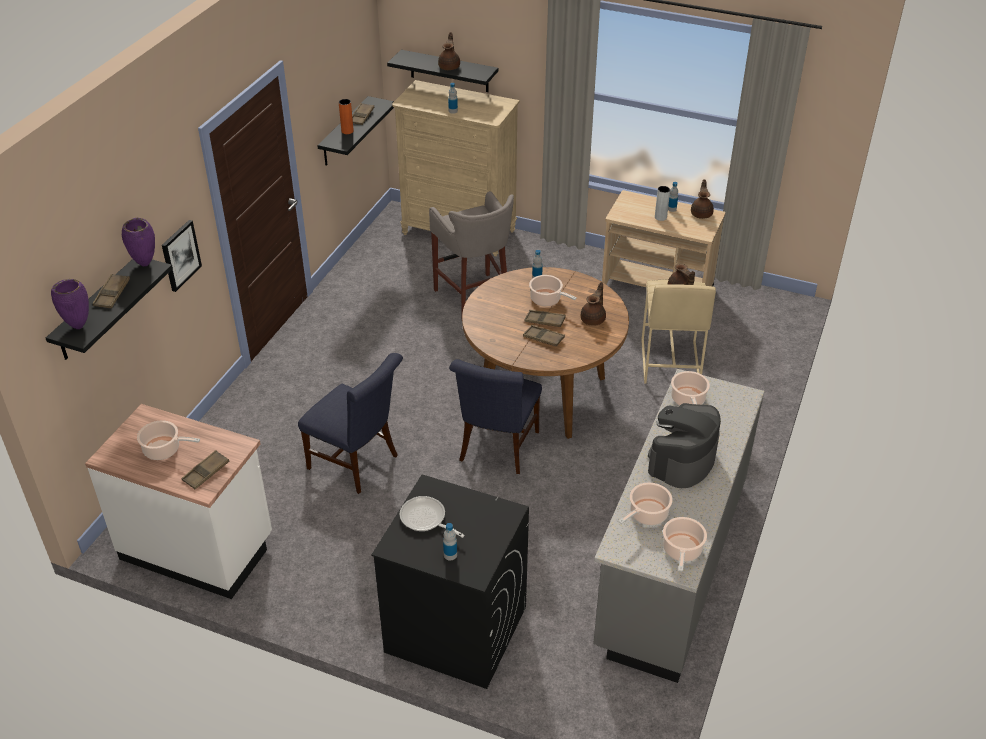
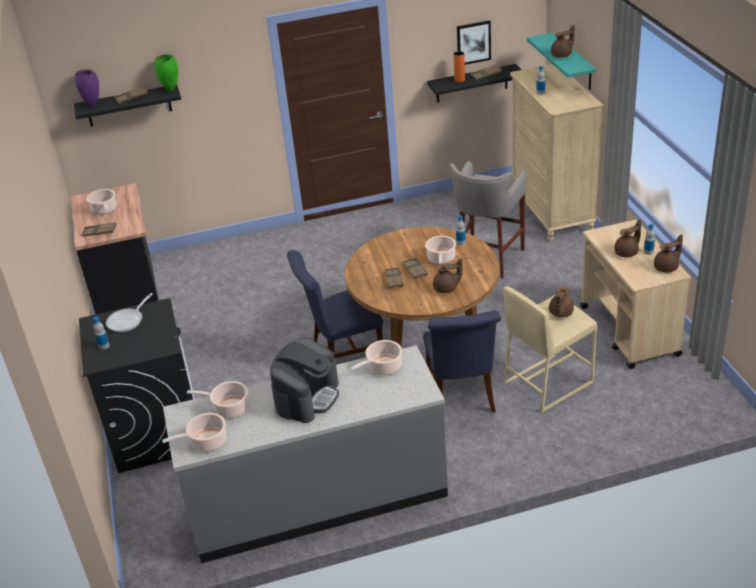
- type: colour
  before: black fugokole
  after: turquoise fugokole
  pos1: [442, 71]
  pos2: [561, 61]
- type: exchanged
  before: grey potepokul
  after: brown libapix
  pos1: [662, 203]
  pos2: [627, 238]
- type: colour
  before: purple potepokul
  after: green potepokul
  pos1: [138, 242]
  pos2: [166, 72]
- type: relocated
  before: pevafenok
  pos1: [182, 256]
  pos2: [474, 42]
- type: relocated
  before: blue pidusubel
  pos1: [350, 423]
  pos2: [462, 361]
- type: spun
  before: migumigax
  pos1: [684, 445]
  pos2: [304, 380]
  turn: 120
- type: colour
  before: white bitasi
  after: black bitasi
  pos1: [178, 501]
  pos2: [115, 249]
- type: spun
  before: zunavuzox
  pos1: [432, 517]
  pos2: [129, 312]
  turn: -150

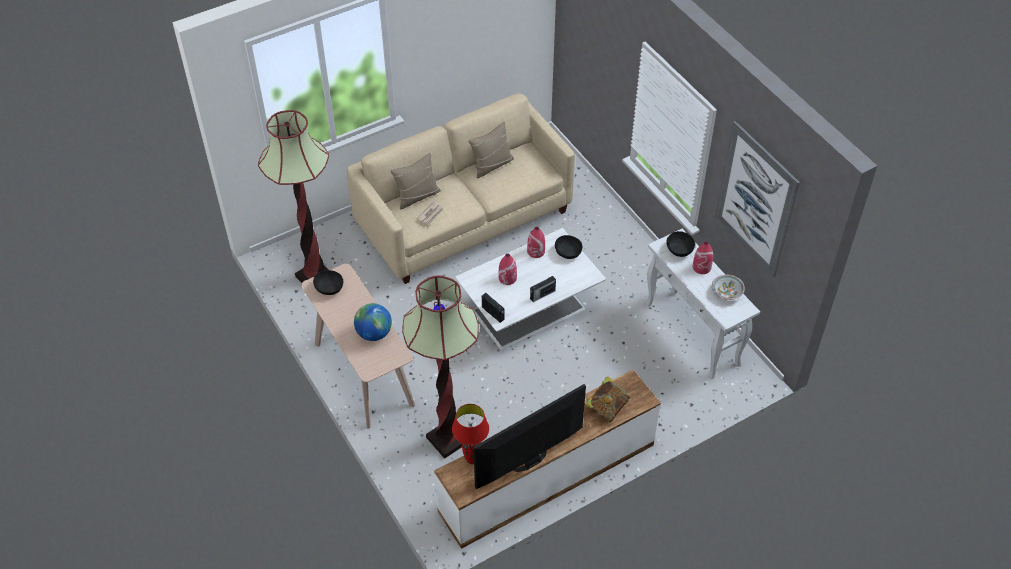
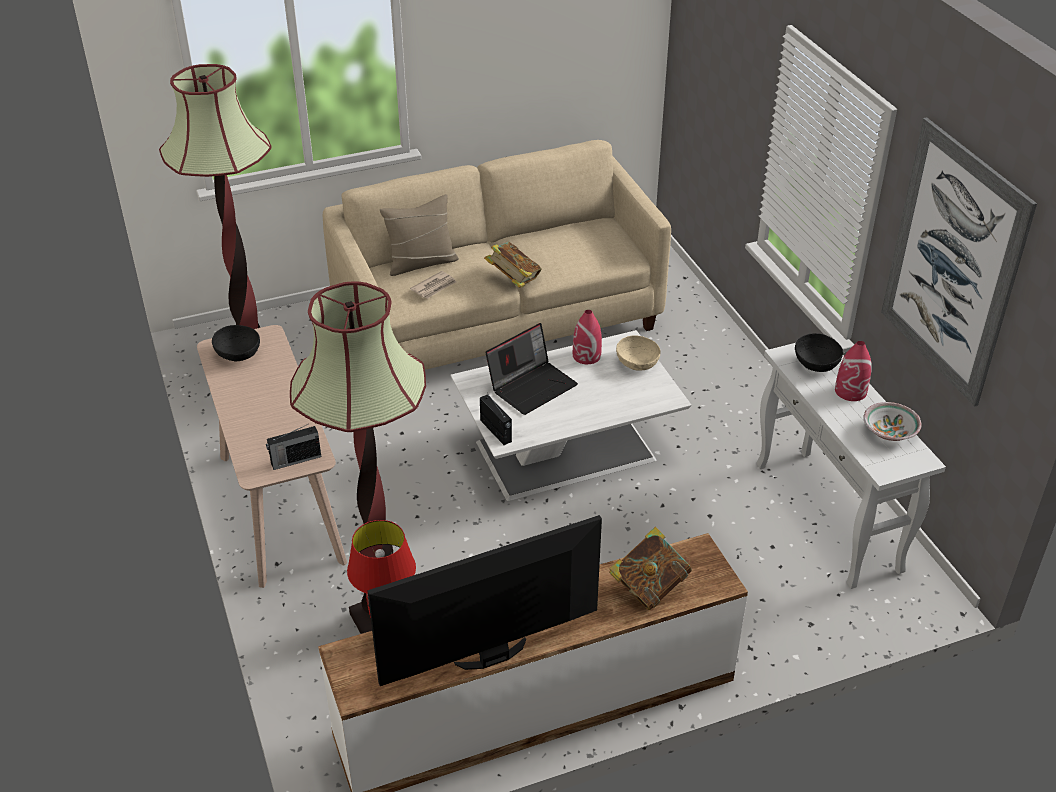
- type: missing
  before: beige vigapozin
  pos1: [491, 150]
- type: colour
  before: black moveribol
  after: beige moveribol
  pos1: [568, 247]
  pos2: [638, 353]
- type: exchanged
  before: red potepokul
  after: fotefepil
  pos1: [508, 269]
  pos2: [531, 369]
- type: relocated
  before: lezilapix
  pos1: [543, 289]
  pos2: [293, 447]
- type: missing
  before: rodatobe
  pos1: [373, 322]
- type: appeared
  after: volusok
  pos2: [513, 265]

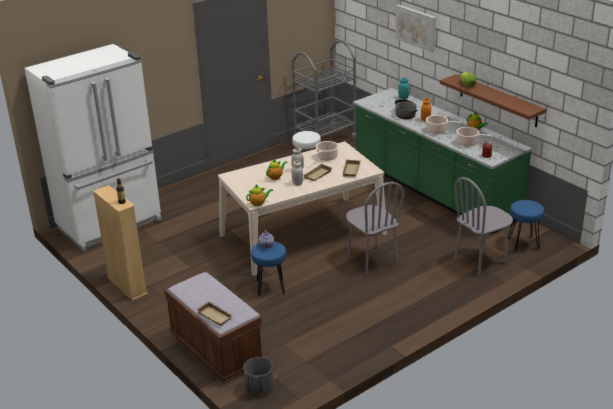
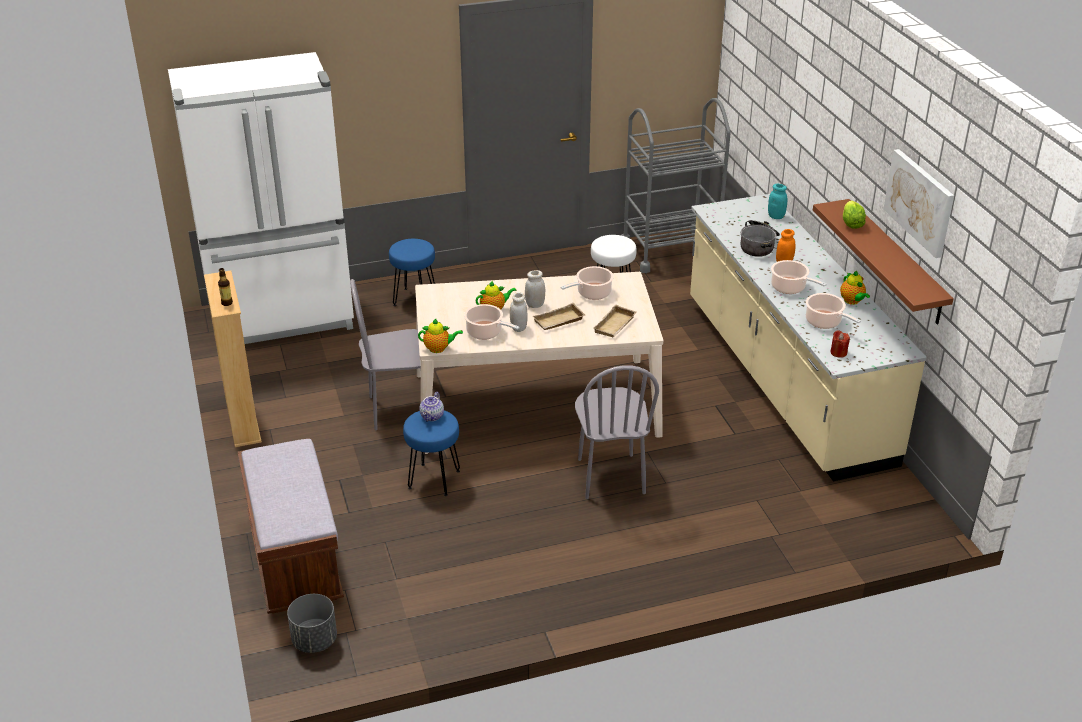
- type: relocated
  before: pevafenok
  pos1: [415, 29]
  pos2: [918, 203]
- type: colour
  before: green bitasi
  after: beige bitasi
  pos1: [442, 161]
  pos2: [808, 337]
- type: relocated
  before: grey pidusubel
  pos1: [483, 226]
  pos2: [385, 354]
- type: relocated
  before: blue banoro
  pos1: [526, 225]
  pos2: [412, 272]
- type: missing
  before: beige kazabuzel
  pos1: [215, 313]
- type: appeared
  after: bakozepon
  pos2: [491, 322]

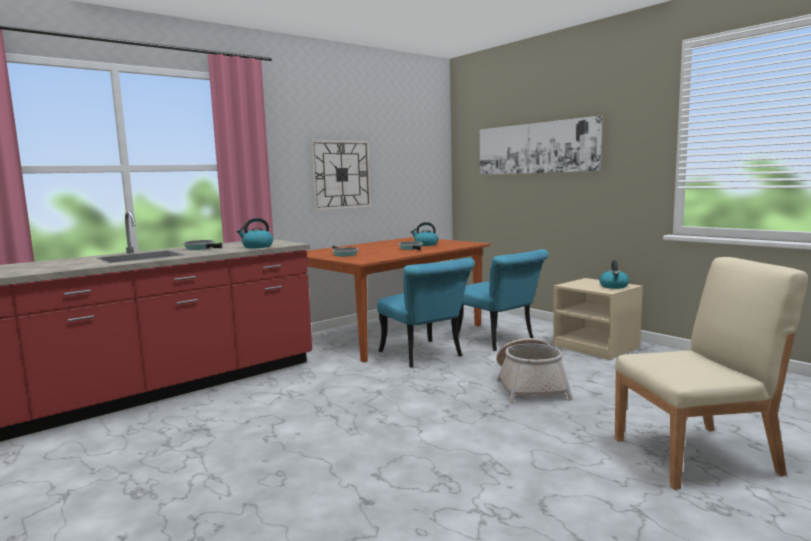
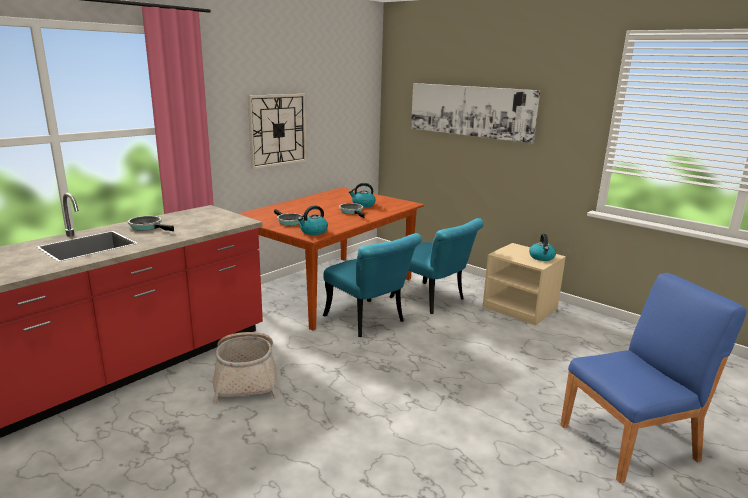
- type: relocated
  before: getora
  pos1: [255, 233]
  pos2: [313, 220]
- type: colour
  before: beige pidusubel
  after: blue pidusubel
  pos1: [711, 373]
  pos2: [653, 378]
- type: relocated
  before: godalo
  pos1: [534, 370]
  pos2: [245, 368]

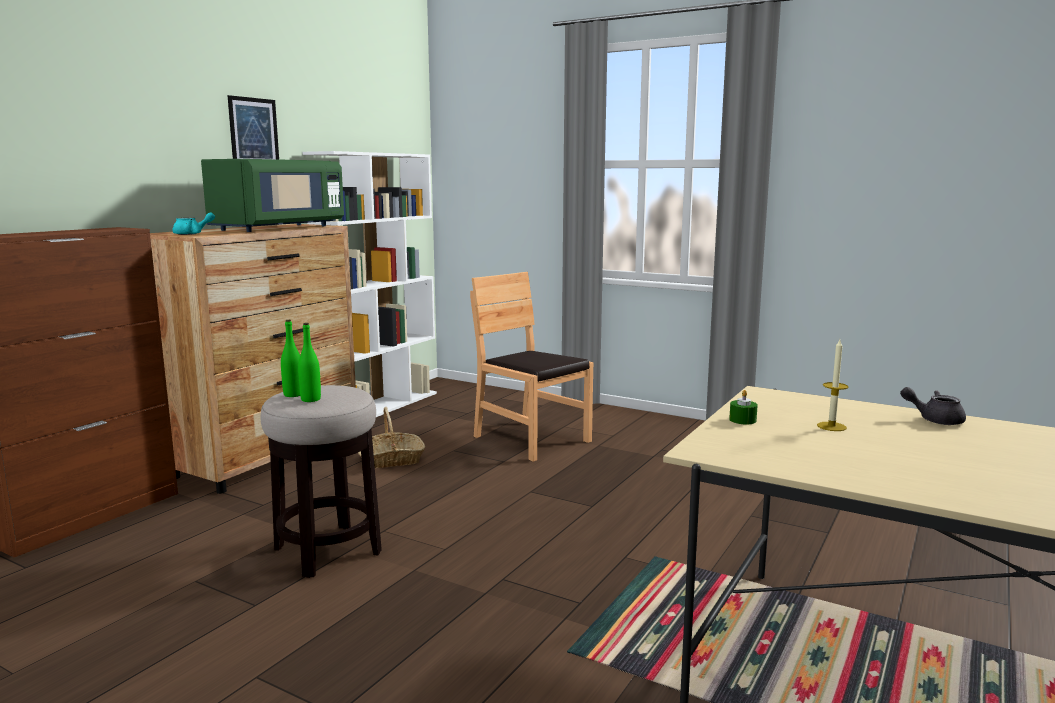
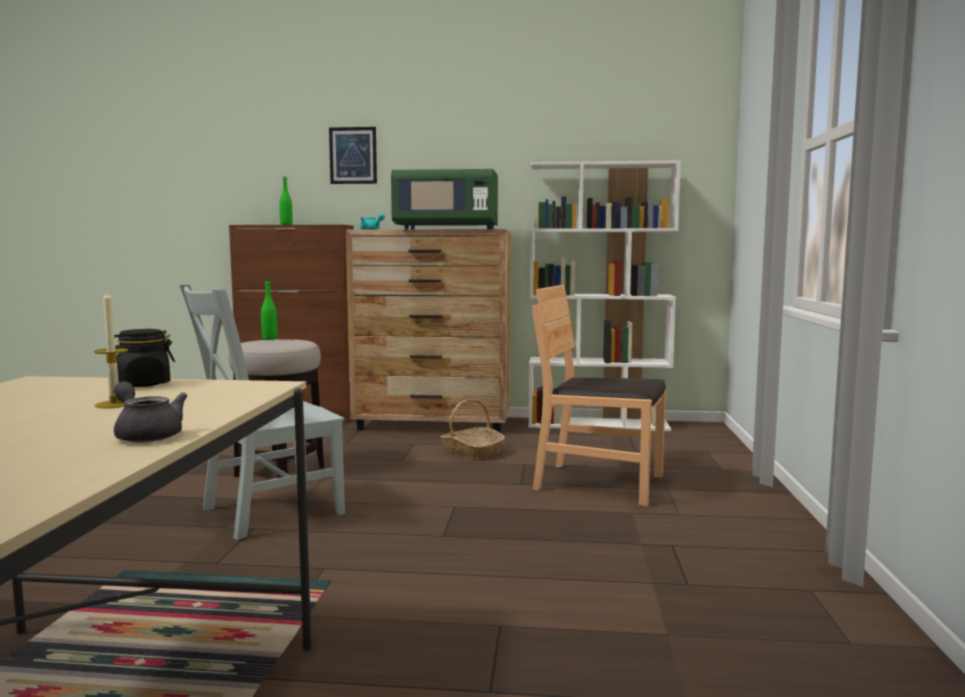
- type: relocated
  before: pevafenok
  pos1: [253, 127]
  pos2: [353, 155]
- type: spun
  before: brown pidusubel
  pos1: [531, 367]
  pos2: [599, 395]
  turn: -90
- type: relocated
  before: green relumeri
  pos1: [309, 362]
  pos2: [286, 201]
- type: spun
  before: grey libapix
  pos1: [933, 406]
  pos2: [150, 412]
  turn: -45
- type: exchanged
  before: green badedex
  after: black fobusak
  pos1: [743, 407]
  pos2: [144, 358]
- type: appeared
  after: grey pidusubel
  pos2: [262, 412]

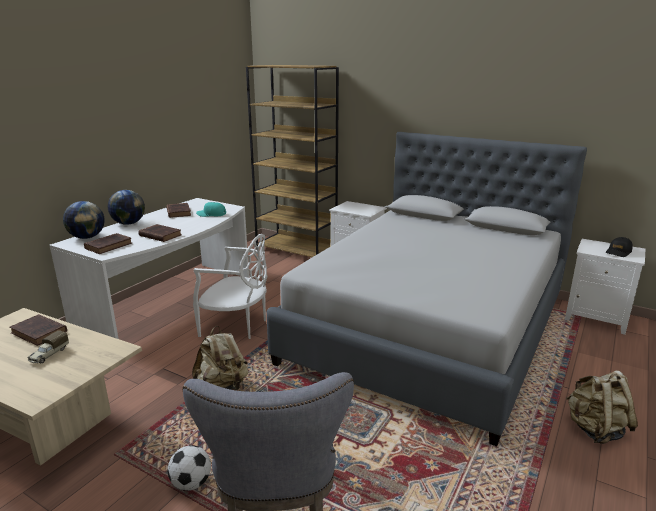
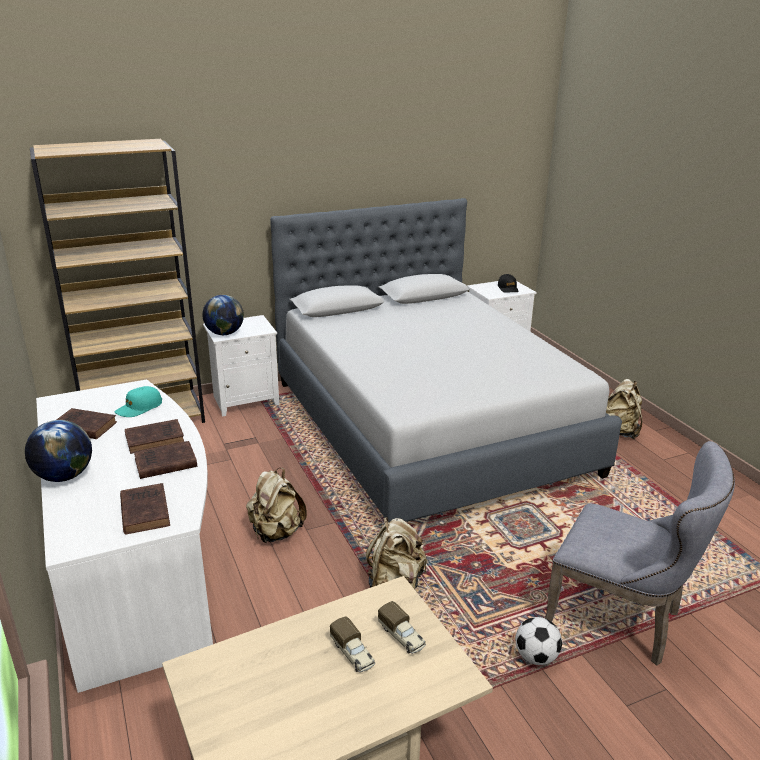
- type: relocated
  before: rodatobe
  pos1: [84, 220]
  pos2: [223, 315]
- type: exchanged
  before: white pidusubel
  after: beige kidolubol
  pos1: [230, 286]
  pos2: [276, 505]
- type: relocated
  before: brown volusok
  pos1: [38, 330]
  pos2: [154, 436]
- type: appeared
  after: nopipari
  pos2: [402, 627]

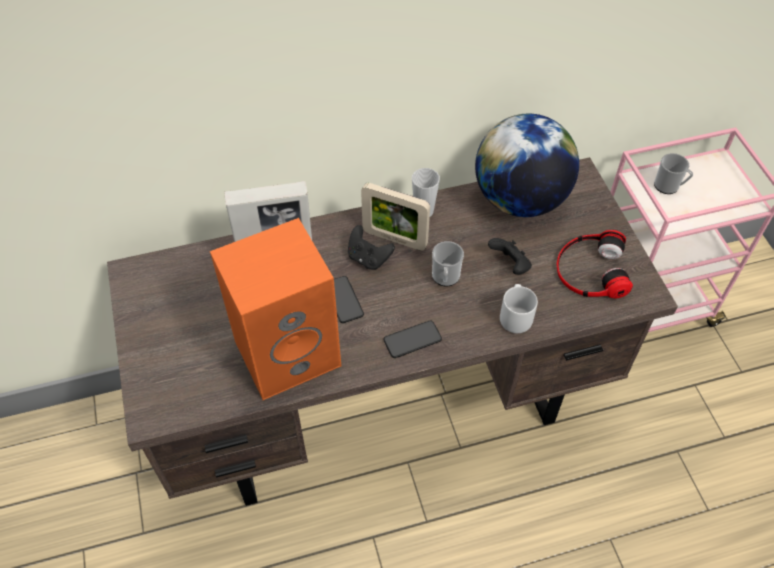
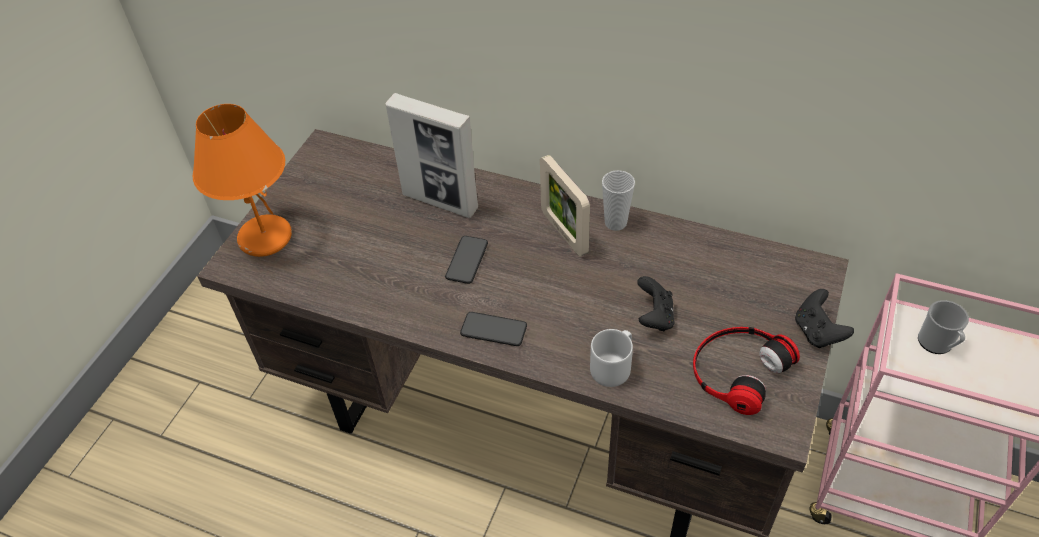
- type: missing
  before: rodatobe
  pos1: [527, 165]
- type: missing
  before: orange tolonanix
  pos1: [275, 309]
- type: relocated
  before: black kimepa
  pos1: [371, 247]
  pos2: [824, 318]
- type: missing
  before: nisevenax
  pos1: [448, 263]
- type: appeared
  after: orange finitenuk
  pos2: [242, 180]

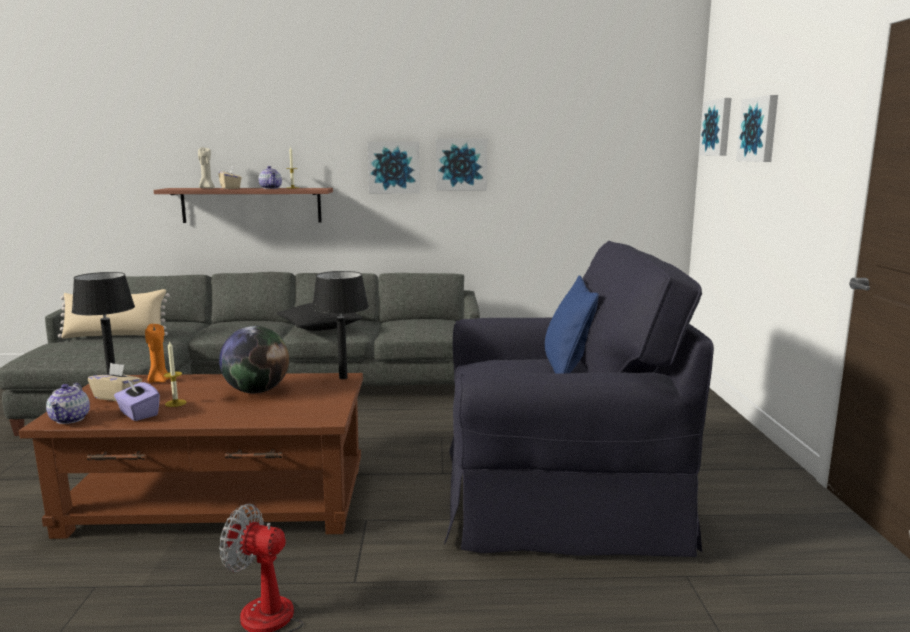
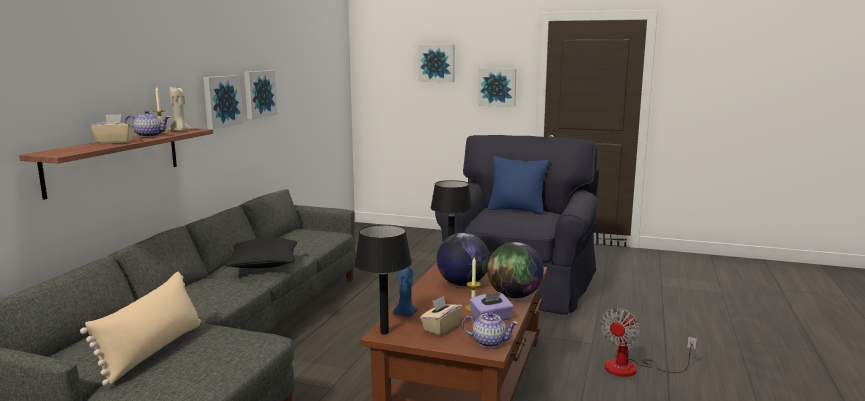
- type: relocated
  before: pevafenok
  pos1: [715, 127]
  pos2: [497, 87]
- type: relocated
  before: beige badedex
  pos1: [206, 168]
  pos2: [180, 108]
- type: colour
  before: orange badedex
  after: blue badedex
  pos1: [157, 353]
  pos2: [405, 292]
- type: appeared
  after: rodatobe
  pos2: [515, 270]

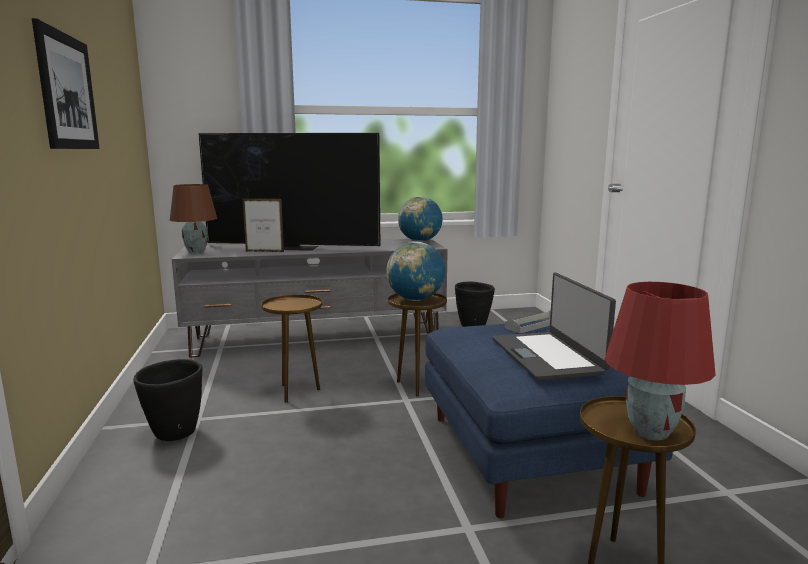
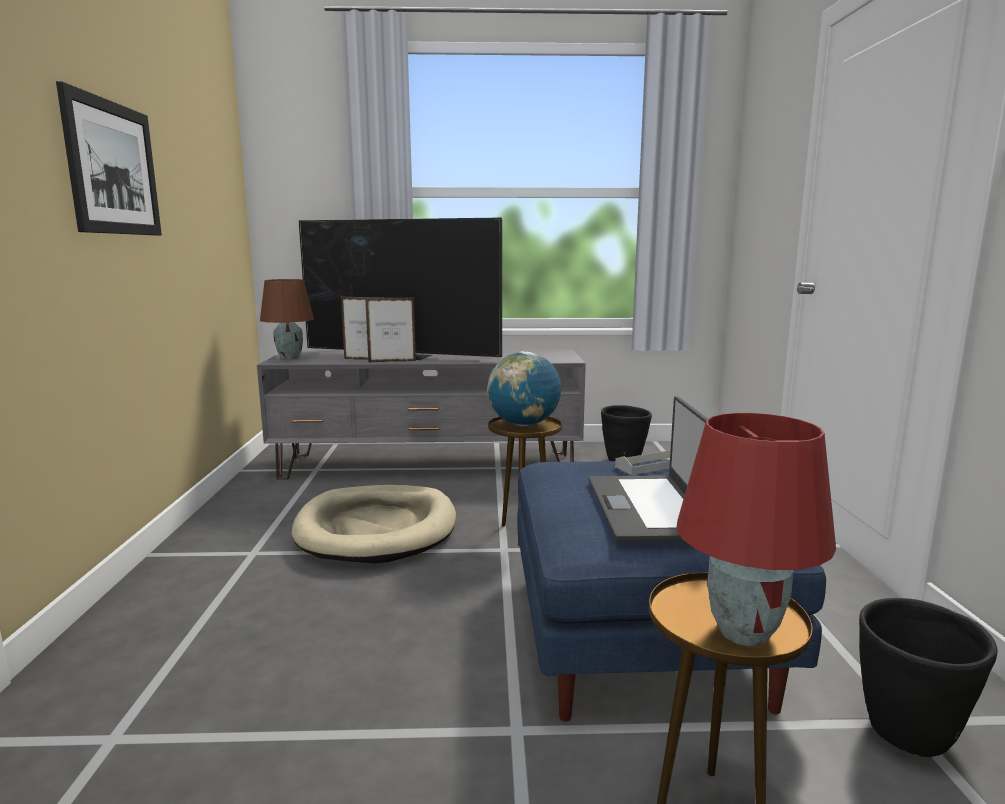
- type: missing
  before: rodatobe
  pos1: [420, 219]
- type: exchanged
  before: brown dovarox
  after: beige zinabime
  pos1: [292, 348]
  pos2: [373, 524]
- type: relocated
  before: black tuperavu
  pos1: [168, 400]
  pos2: [928, 677]
- type: appeared
  after: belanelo
  pos2: [390, 330]

